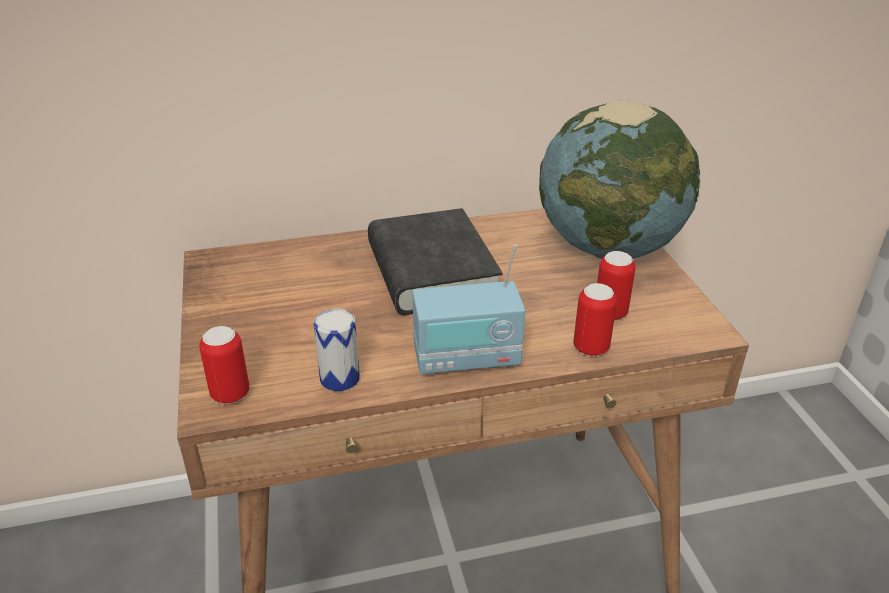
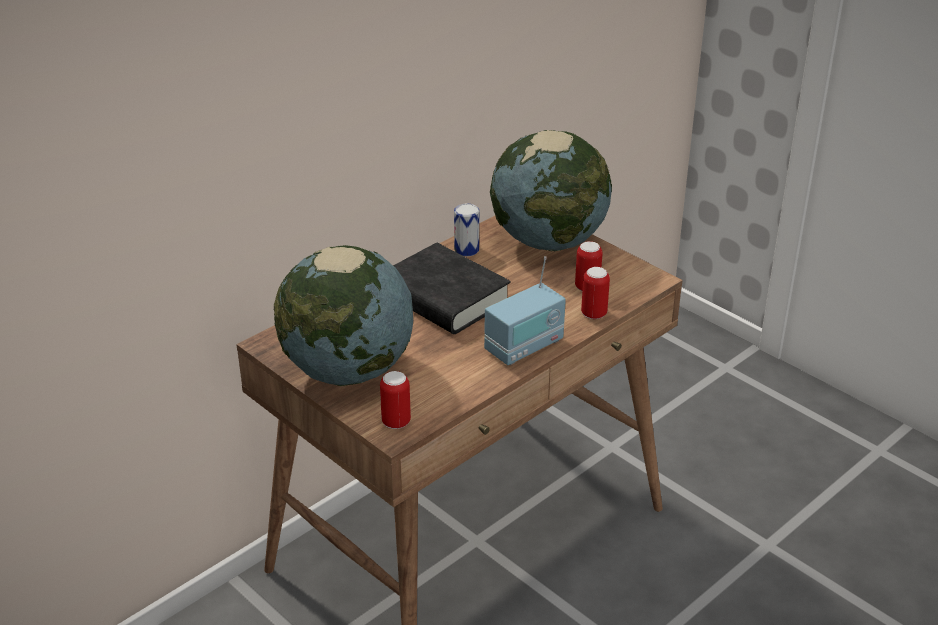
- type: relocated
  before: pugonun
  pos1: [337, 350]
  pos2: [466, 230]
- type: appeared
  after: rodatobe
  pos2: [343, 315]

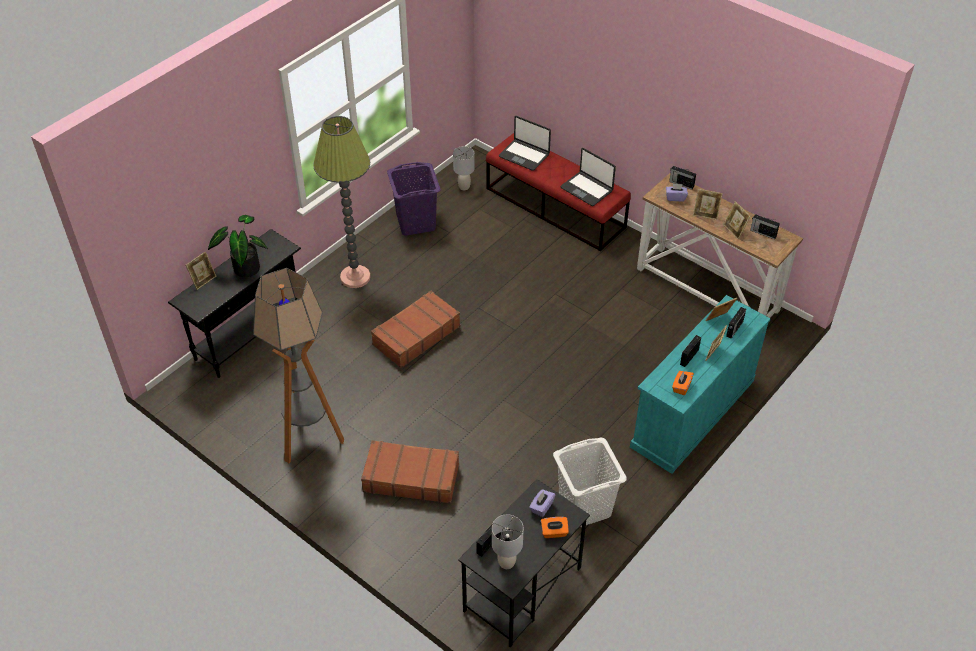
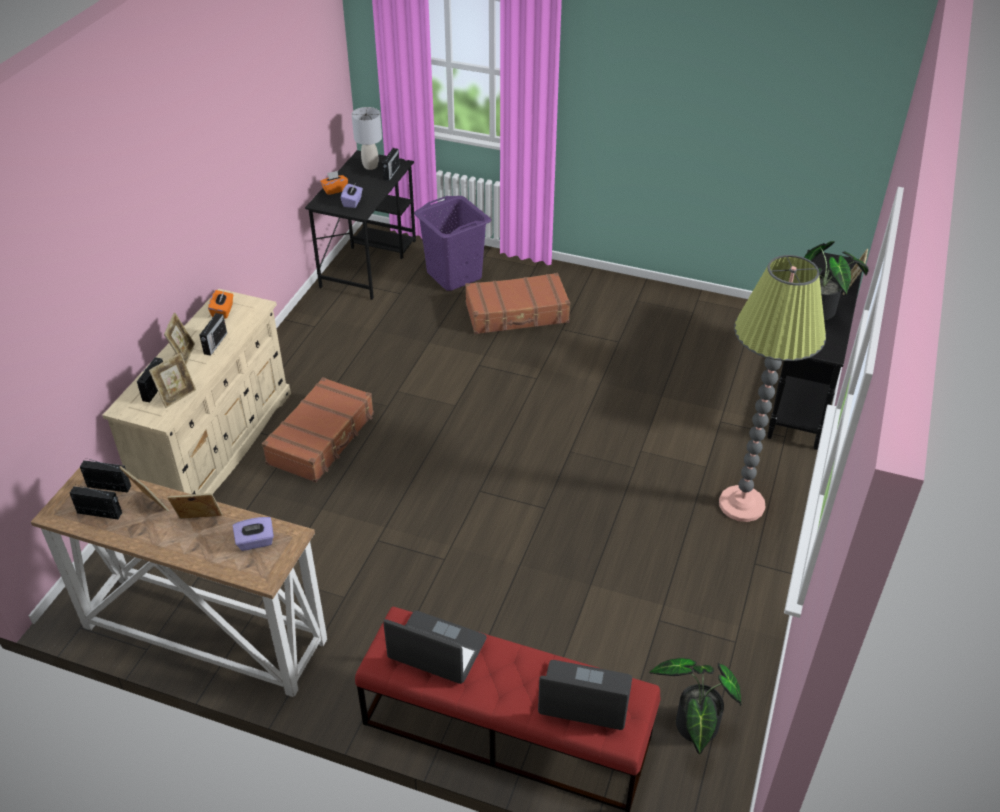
- type: exchanged
  before: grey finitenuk
  after: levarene
  pos1: [464, 168]
  pos2: [695, 706]
- type: relocated
  before: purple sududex
  pos1: [414, 199]
  pos2: [452, 243]
- type: relocated
  before: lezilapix
  pos1: [682, 178]
  pos2: [105, 476]
- type: missing
  before: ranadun
  pos1: [298, 365]
- type: relocated
  before: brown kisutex
  pos1: [415, 329]
  pos2: [318, 430]
- type: colour
  before: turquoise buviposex
  after: beige buviposex
  pos1: [700, 384]
  pos2: [196, 391]
- type: missing
  before: white sududex
  pos1: [590, 482]

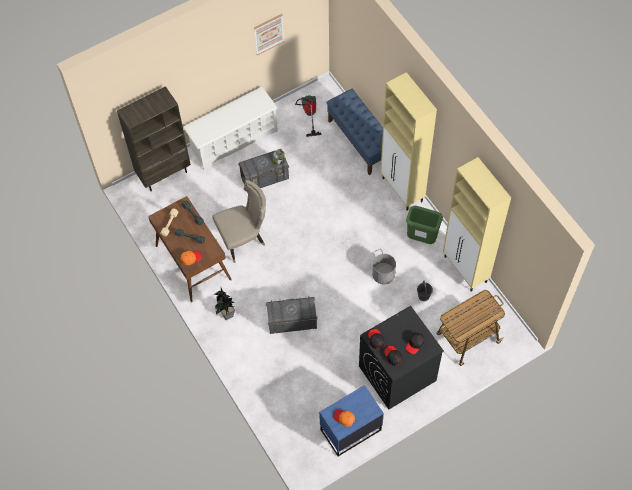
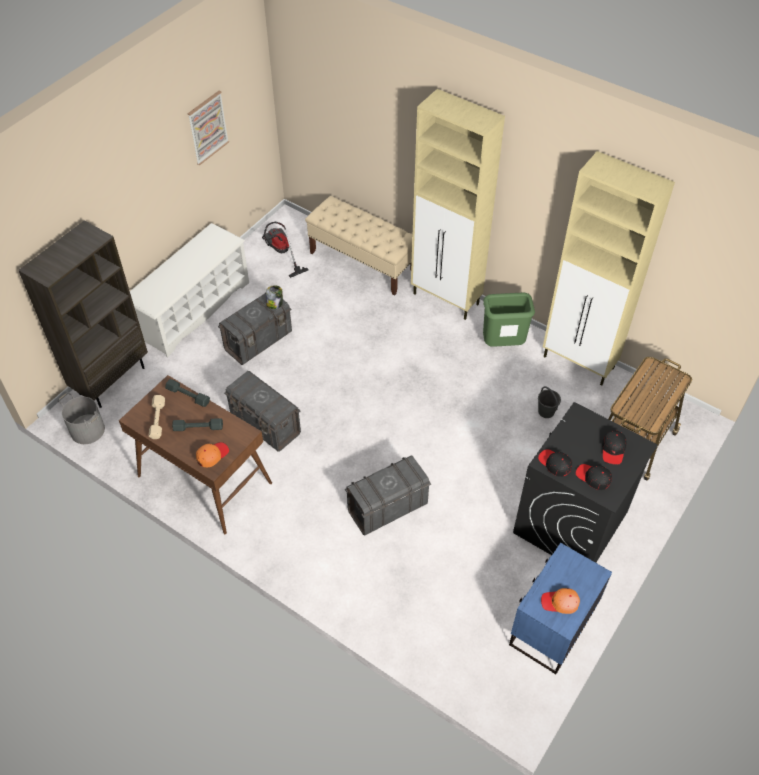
- type: colour
  before: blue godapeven
  after: beige godapeven
  pos1: [354, 132]
  pos2: [359, 246]
- type: exchanged
  before: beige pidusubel
  after: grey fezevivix
  pos1: [239, 221]
  pos2: [262, 411]
- type: relocated
  before: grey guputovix
  pos1: [384, 266]
  pos2: [81, 418]
- type: missing
  before: levarene
  pos1: [224, 304]

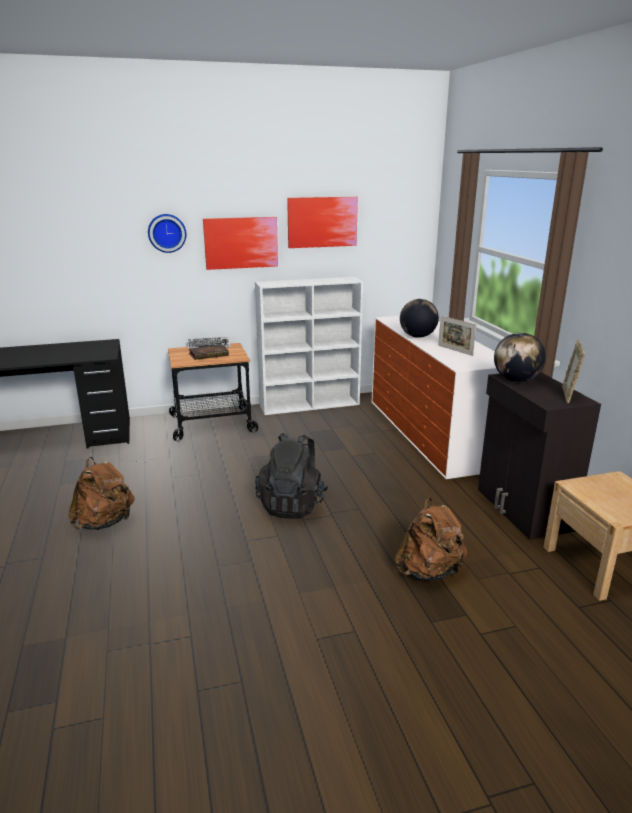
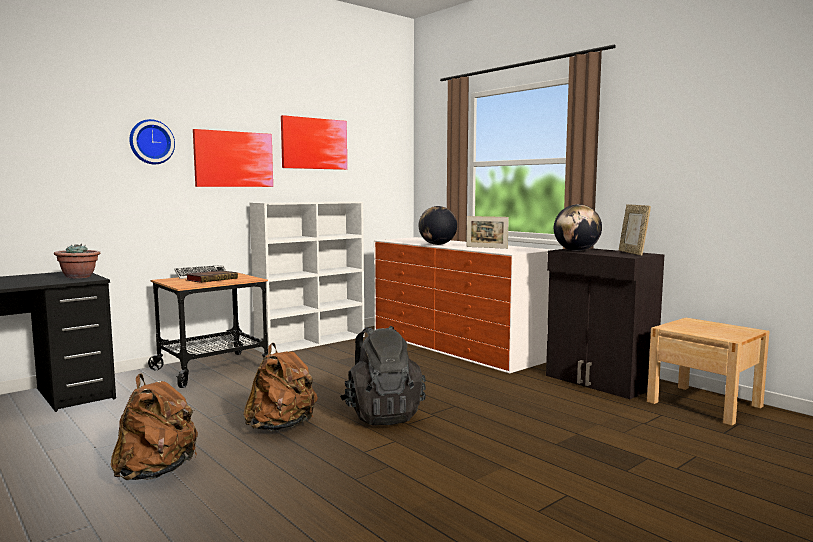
- type: relocated
  before: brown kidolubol
  pos1: [431, 539]
  pos2: [280, 387]
- type: appeared
  after: levarene
  pos2: [77, 261]

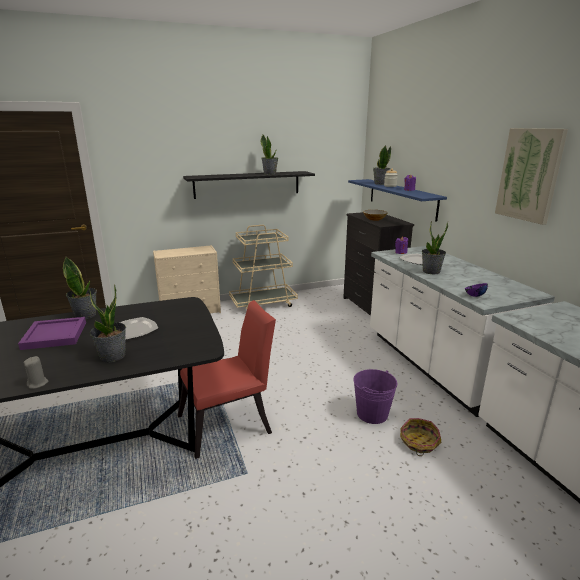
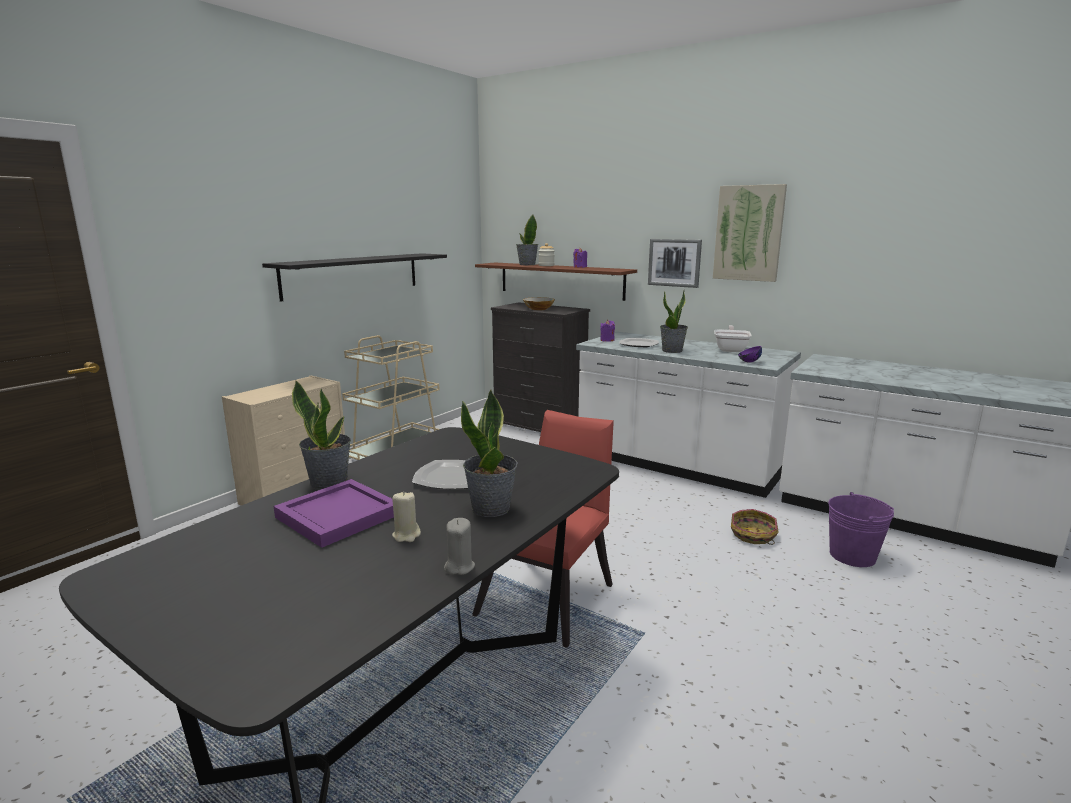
- type: missing
  before: levarene
  pos1: [269, 155]
- type: colour
  before: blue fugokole
  after: brown fugokole
  pos1: [397, 200]
  pos2: [556, 281]
- type: relocated
  before: purple guputovix
  pos1: [375, 396]
  pos2: [861, 529]
- type: appeared
  after: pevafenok
  pos2: [675, 263]
- type: appeared
  after: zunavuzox
  pos2: [733, 338]
- type: appeared
  after: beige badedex
  pos2: [406, 516]

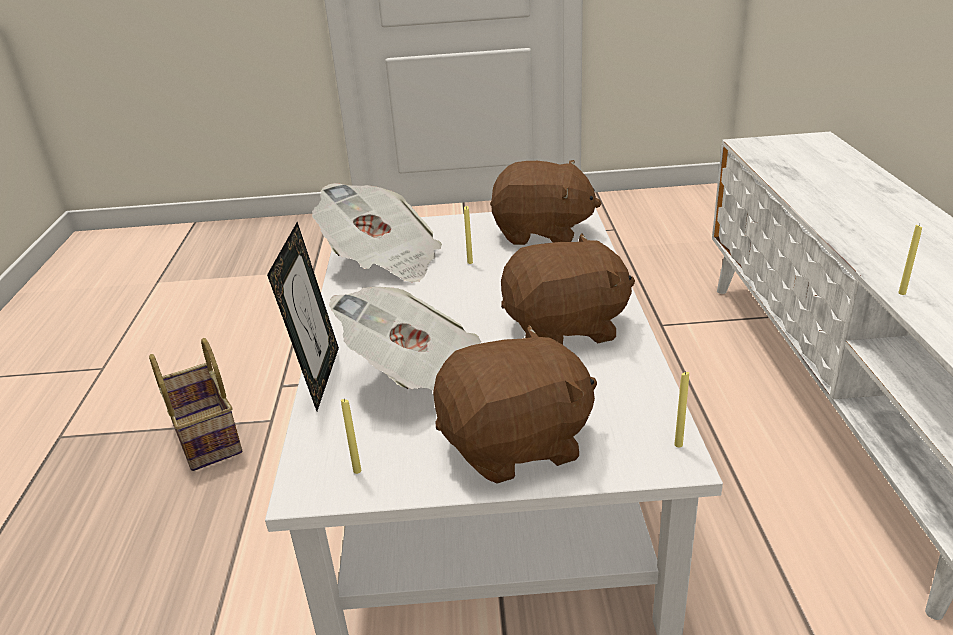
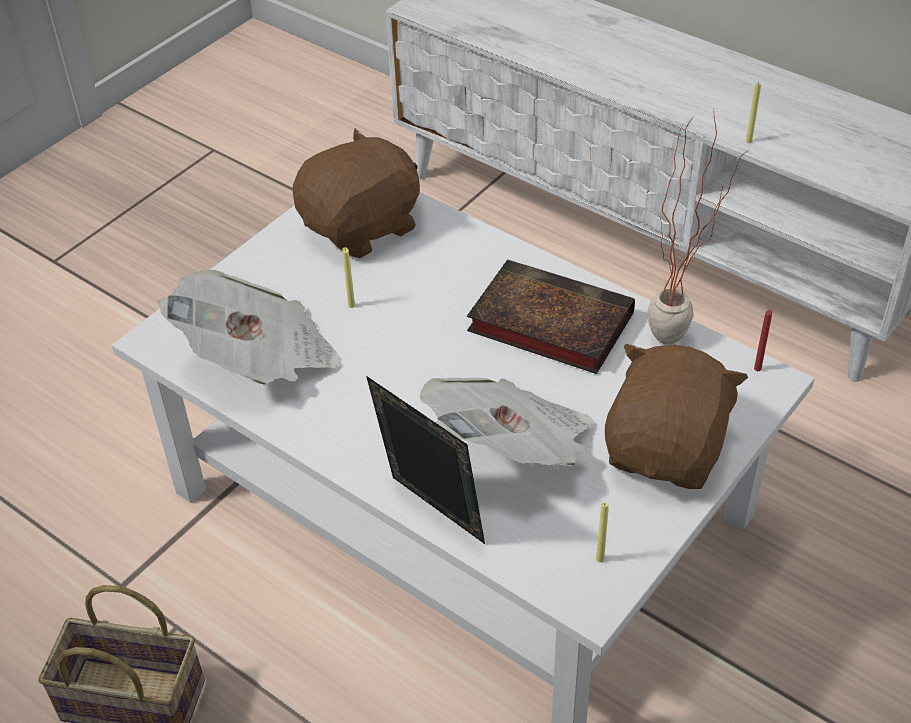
- type: exchanged
  before: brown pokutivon
  after: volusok
  pos1: [568, 289]
  pos2: [551, 316]
- type: colour
  before: yellow badedex
  after: red badedex
  pos1: [682, 409]
  pos2: [763, 340]
- type: appeared
  after: levarene
  pos2: [699, 230]

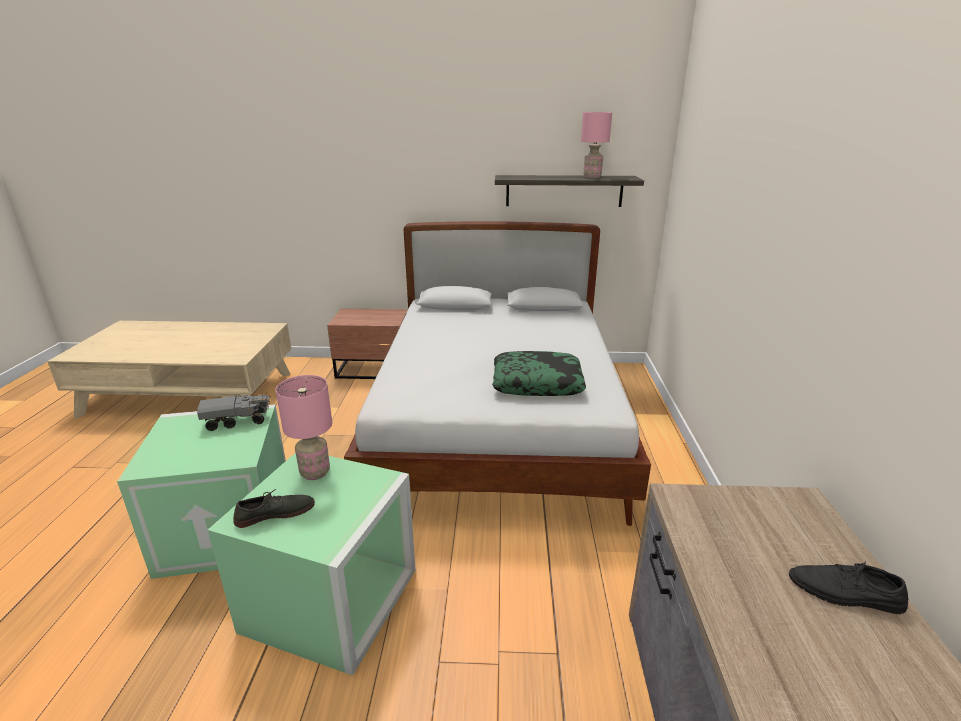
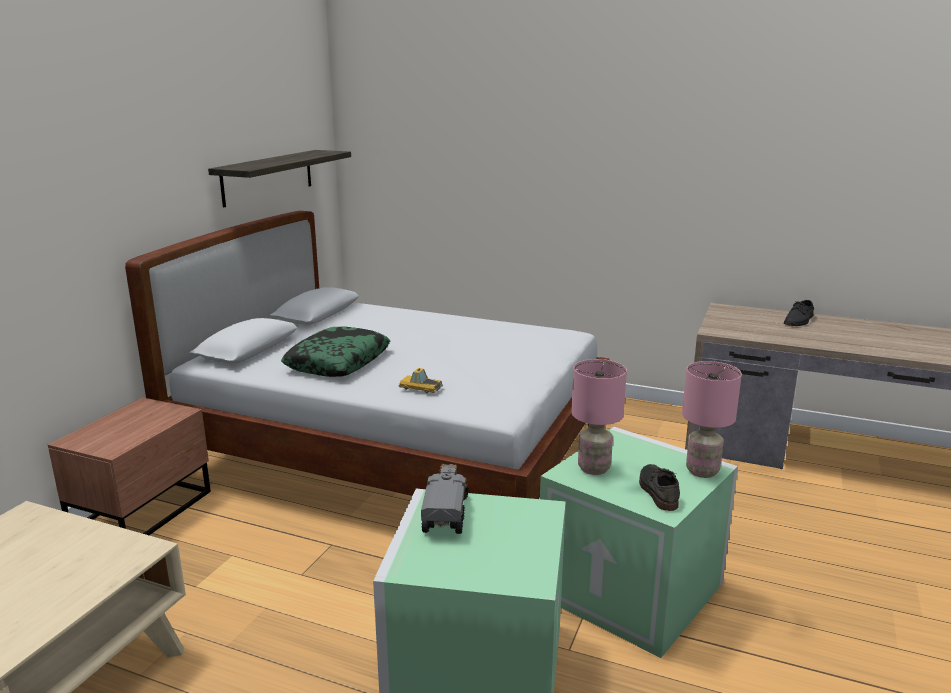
- type: relocated
  before: pink finitenuk
  pos1: [596, 145]
  pos2: [712, 419]
- type: relocated
  before: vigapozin
  pos1: [539, 373]
  pos2: [335, 352]
- type: appeared
  after: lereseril
  pos2: [421, 380]

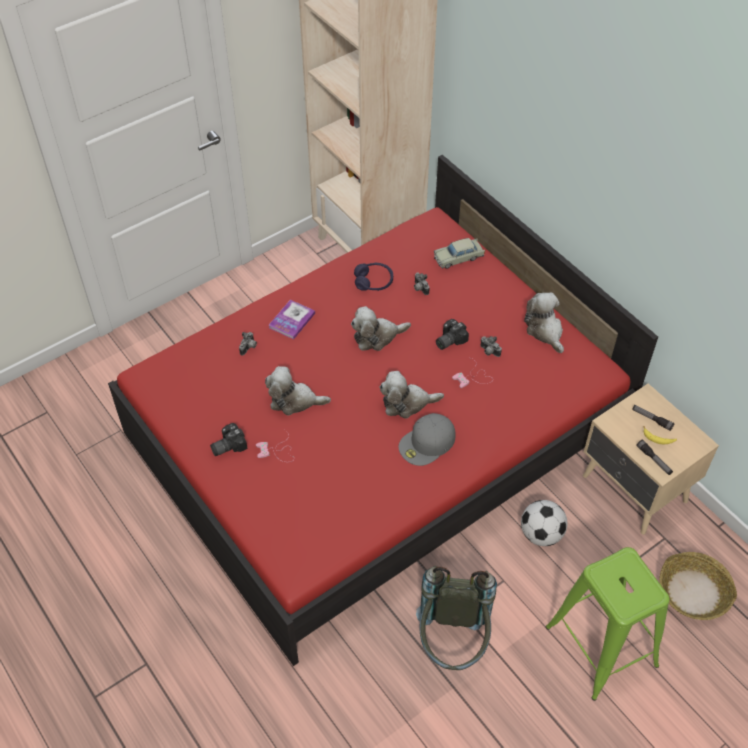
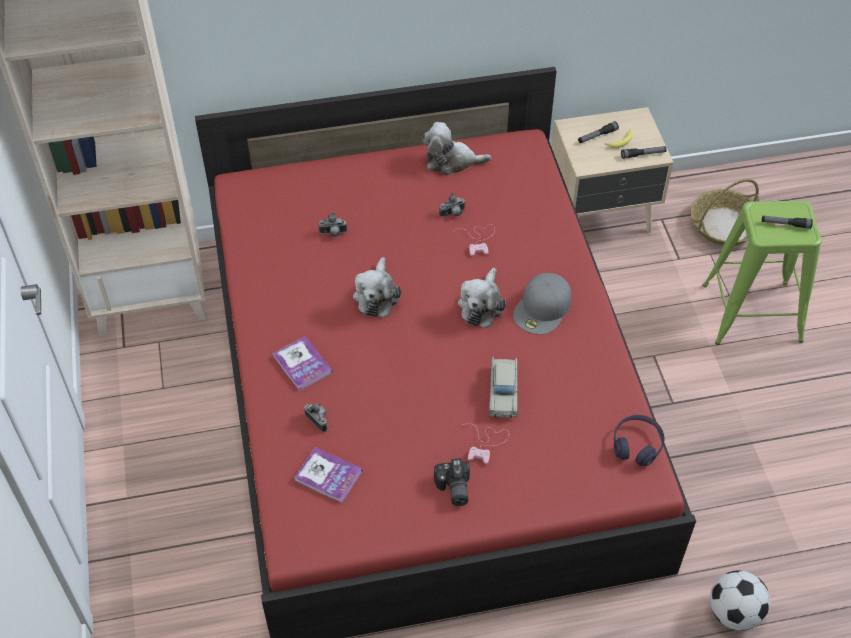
- type: relocated
  before: beige lereseril
  pos1: [459, 253]
  pos2: [503, 387]
- type: relocated
  before: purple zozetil
  pos1: [373, 276]
  pos2: [639, 440]
- type: missing
  before: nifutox
  pos1: [452, 334]
- type: missing
  before: pokutivon
  pos1: [298, 391]
- type: spun
  before: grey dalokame
  pos1: [427, 439]
  pos2: [542, 304]
  turn: 45
- type: relocated
  before: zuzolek
  pos1: [544, 523]
  pos2: [740, 601]
- type: missing
  before: grey kidolubol
  pos1: [456, 618]
- type: appeared
  after: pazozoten
  pos2: [787, 222]
- type: appeared
  after: volusok
  pos2: [328, 475]

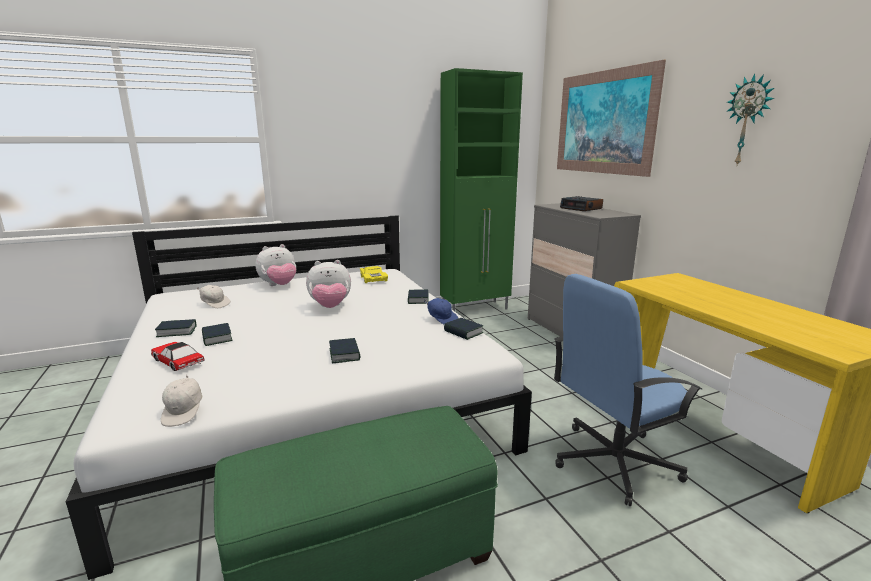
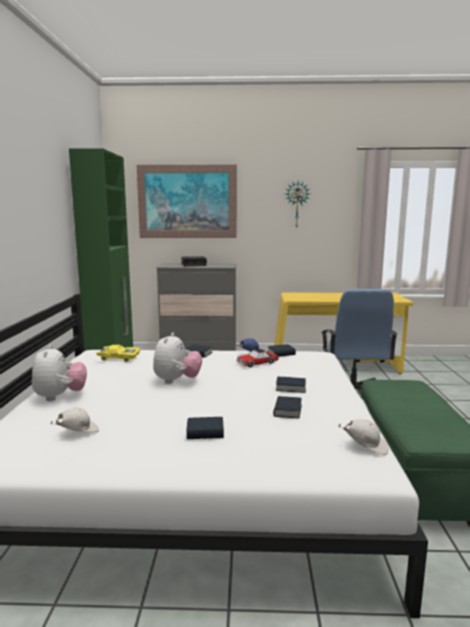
- type: relocated
  before: volusok
  pos1: [175, 328]
  pos2: [287, 407]
- type: relocated
  before: lereseril
  pos1: [178, 356]
  pos2: [257, 358]

